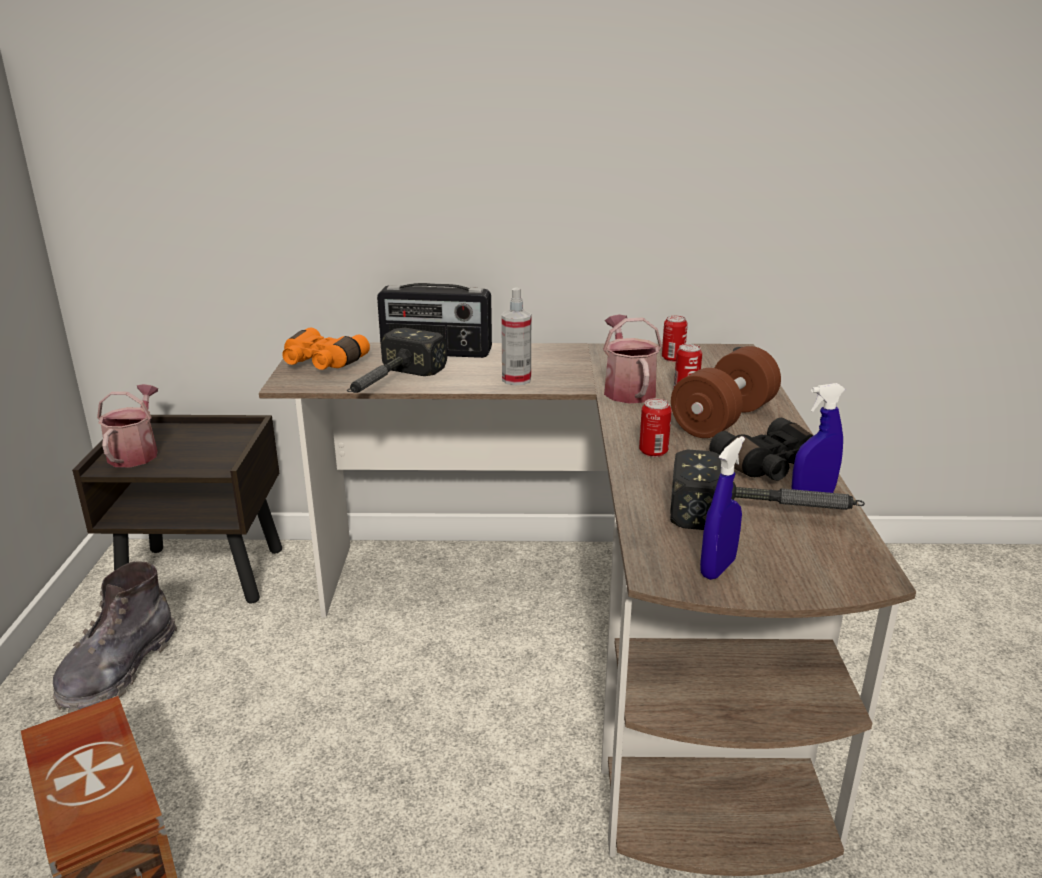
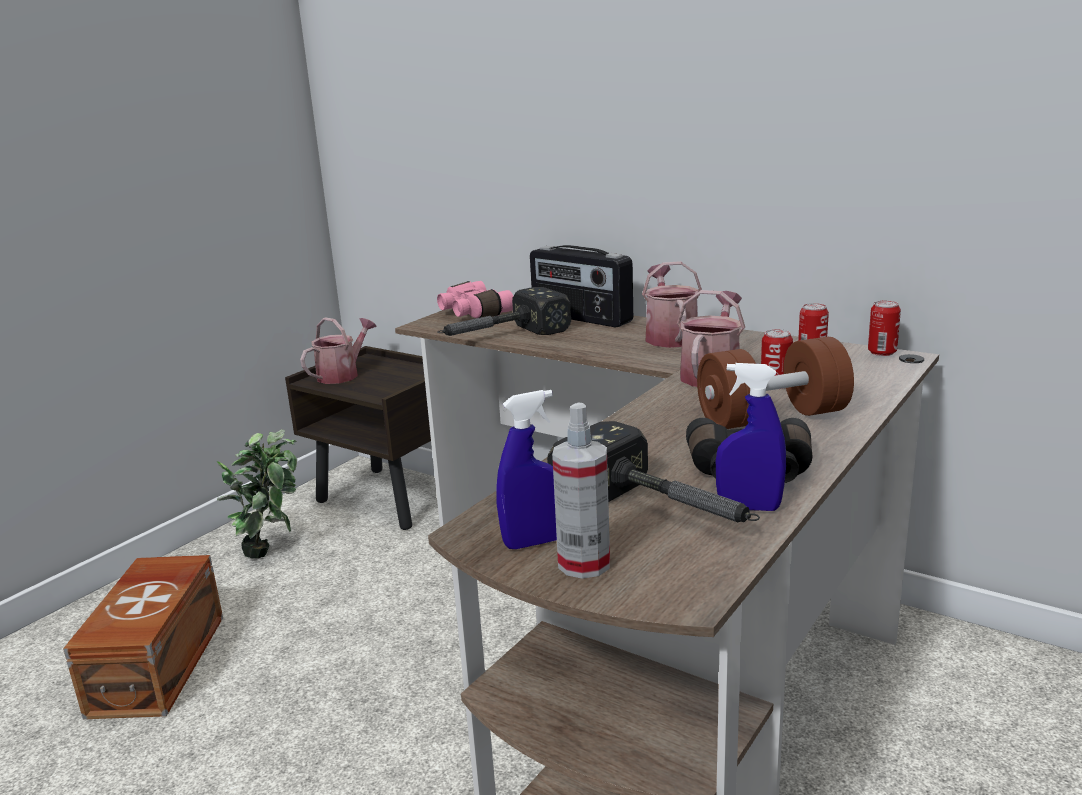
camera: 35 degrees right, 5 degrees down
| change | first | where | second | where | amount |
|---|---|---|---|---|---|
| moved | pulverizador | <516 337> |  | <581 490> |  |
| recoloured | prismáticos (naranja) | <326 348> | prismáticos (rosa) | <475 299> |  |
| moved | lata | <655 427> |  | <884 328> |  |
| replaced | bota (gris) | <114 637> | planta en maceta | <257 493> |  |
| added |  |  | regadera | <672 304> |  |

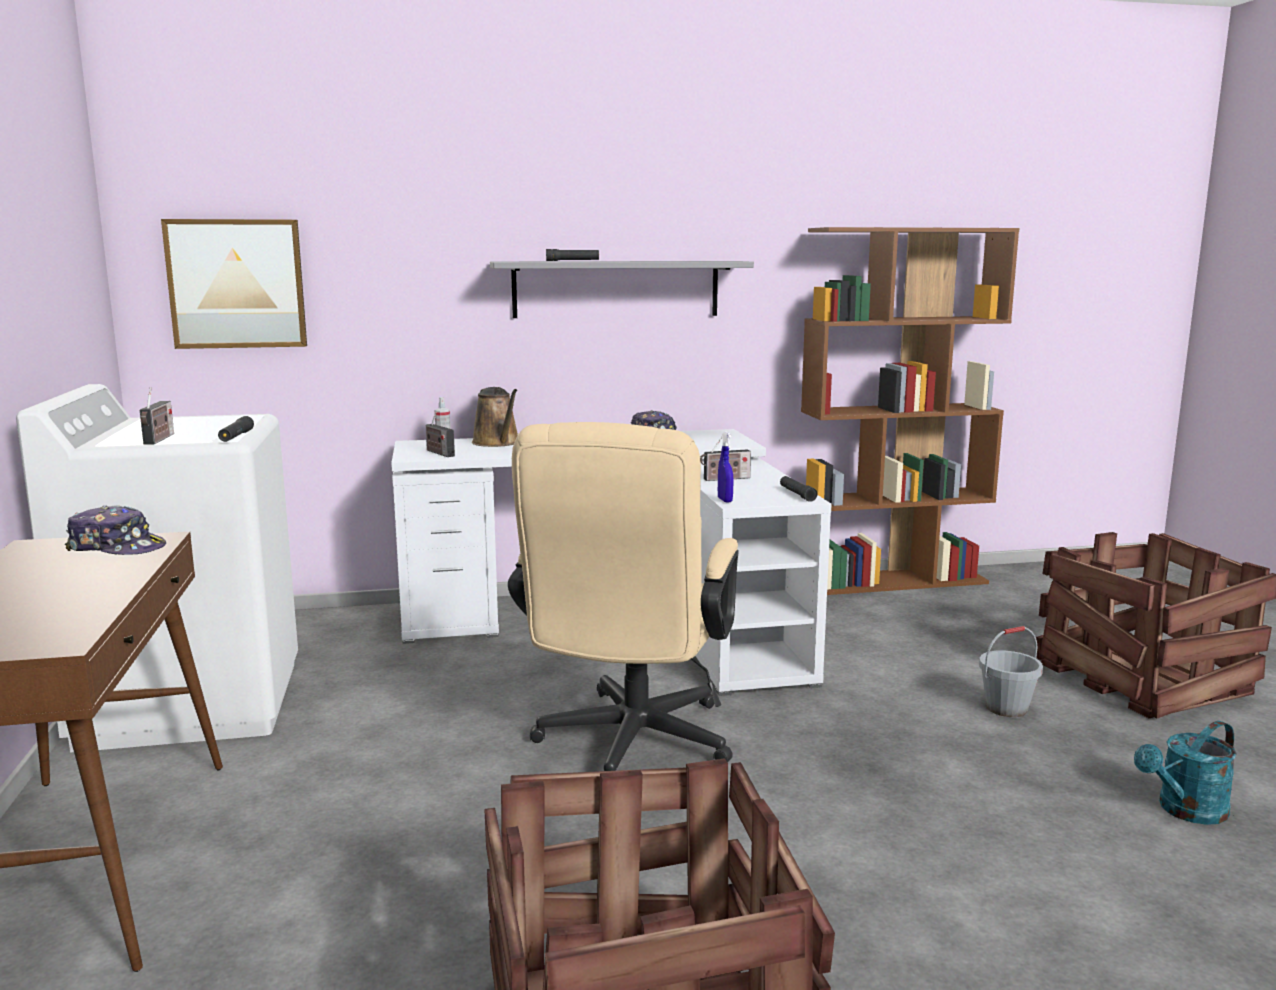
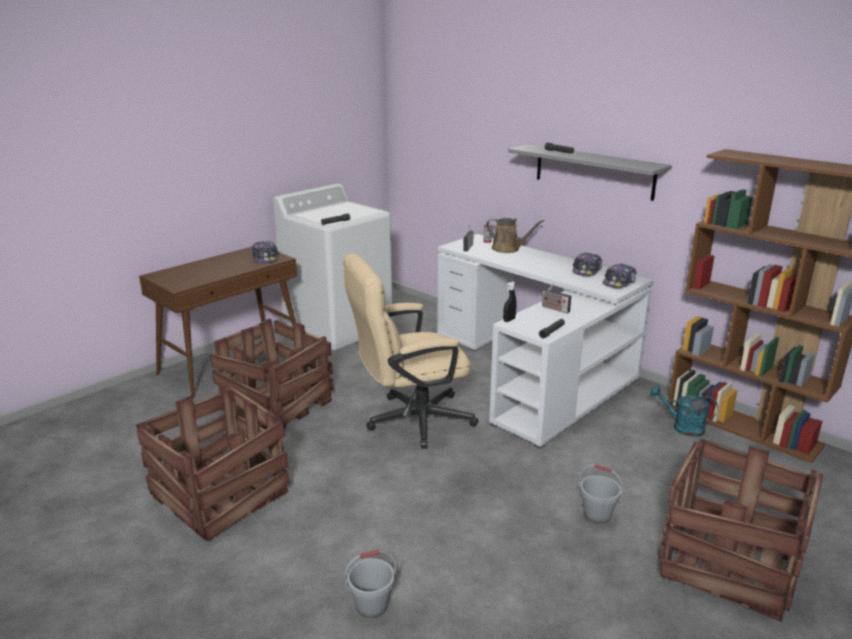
camera: 55 degrees right, 10 degrees up
| change | first | where | second | where | amount |
|---|---|---|---|---|---|
| removed | cuadro | <234 284> |  |  |  |
| removed | radio | <157 416> |  |  |  |
| turned | regadera (marrón) | <495 417> |  | <515 235> | 90 degrees counterclockwise |
| recoloured | pulverizador (azul) | <726 466> | pulverizador (negro) | <510 301> |  |
| moved | regadera (turquesa) | <1185 773> |  | <684 411> |  |
| added |  |  | gorra | <619 275> |  |
| added |  |  | caja de embalaje | <272 374> |  |
| added |  |  | cubo (gris) | <370 584> |  |

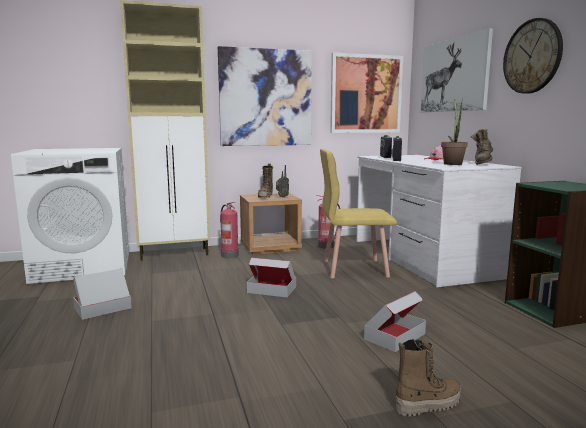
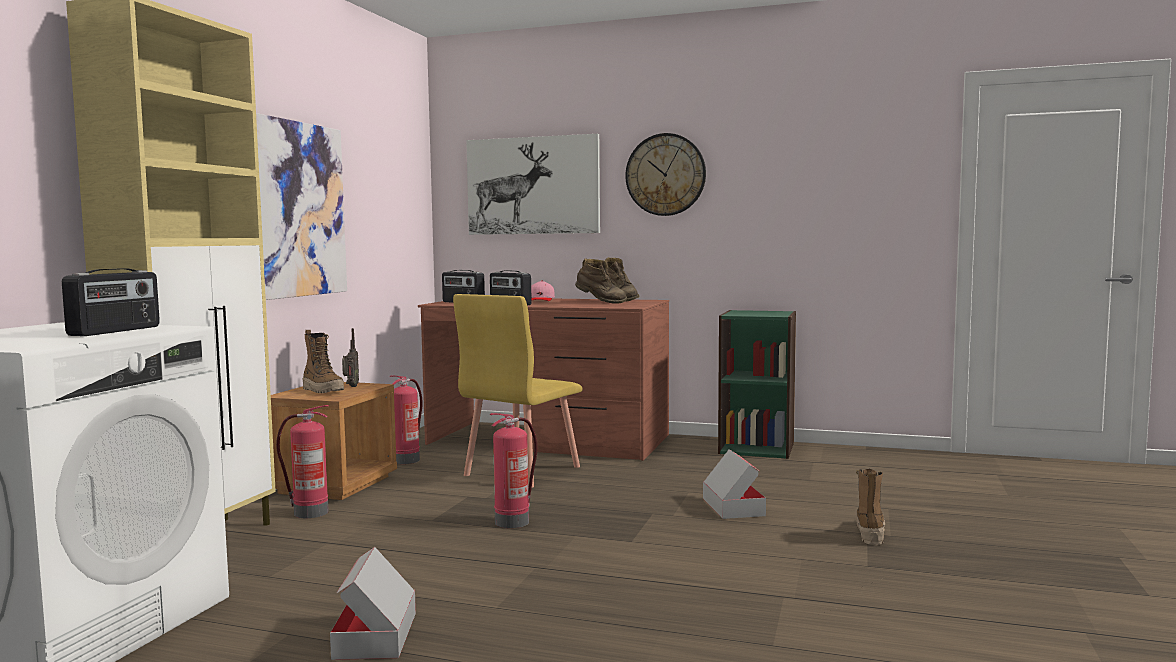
camera: 55 degrees left, 5 degrees down
| change | first | where | second | where | amount |
|---|---|---|---|---|---|
| removed | cuadro | <366 93> |  |  |  |
| replaced | planta en maceta | <454 132> | bota (marrón) | <601 281> |  |
| recoloured | escritorio (blanco) | <439 221> | escritorio (marrón) | <543 380> |  |
| replaced | caja de cartón | <271 278> | extintor | <513 470> |  |
| added |  |  | radio | <111 302> |  |

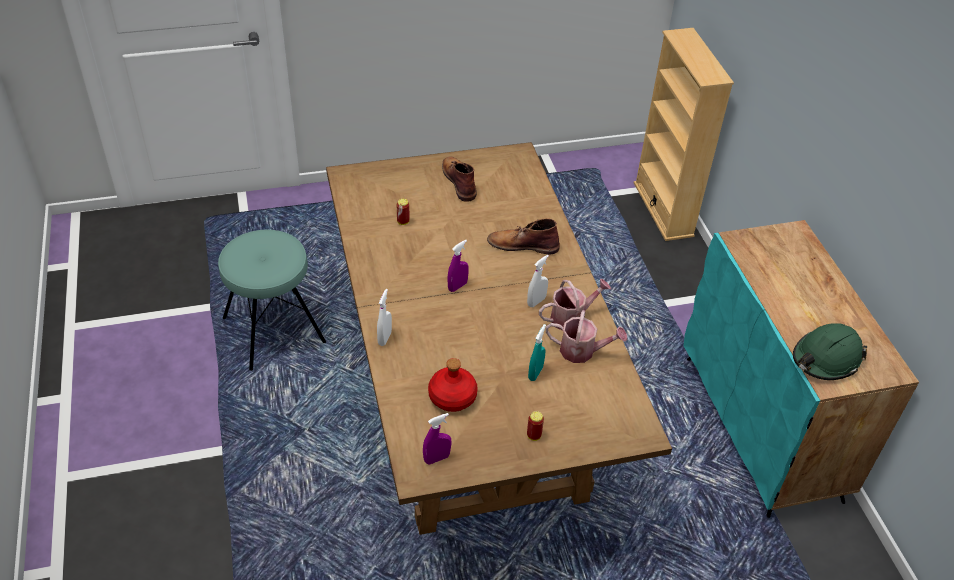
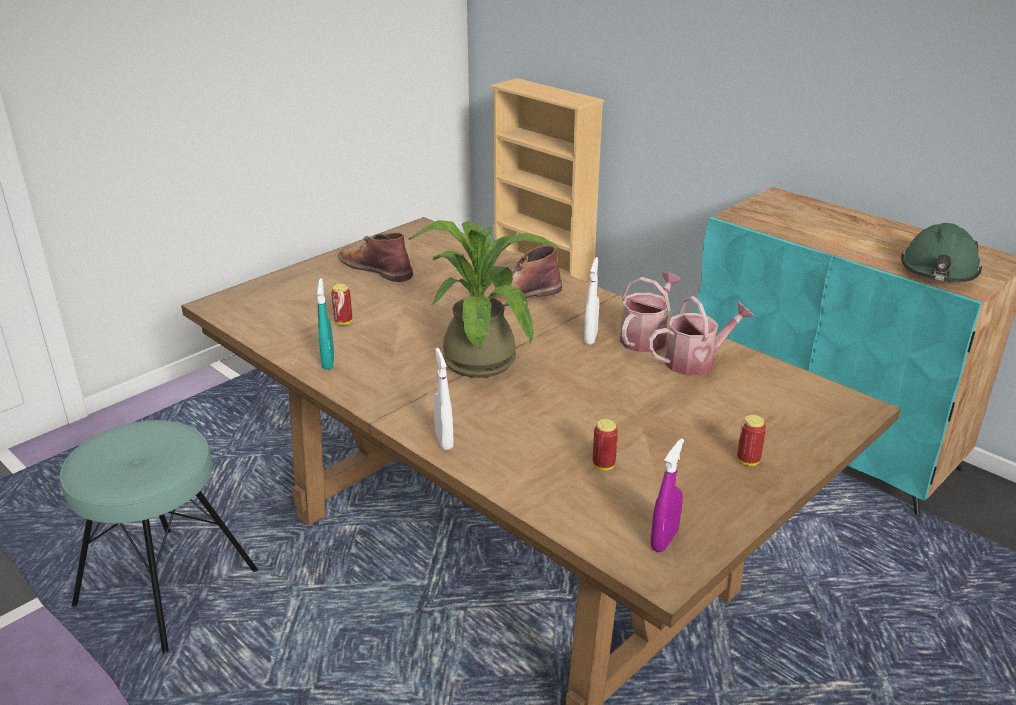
camera: 30 degrees left, 15 degrees down
| change | first | where | second | where | amount |
|---|---|---|---|---|---|
| replaced | pulverizador (morado) | <457 266> | planta en maceta | <484 299> |  |
| moved | pulverizador (turquesa) | <537 352> |  | <325 324> |  |
| replaced | botella (rojo) | <453 385> | lata | <605 445> |  |

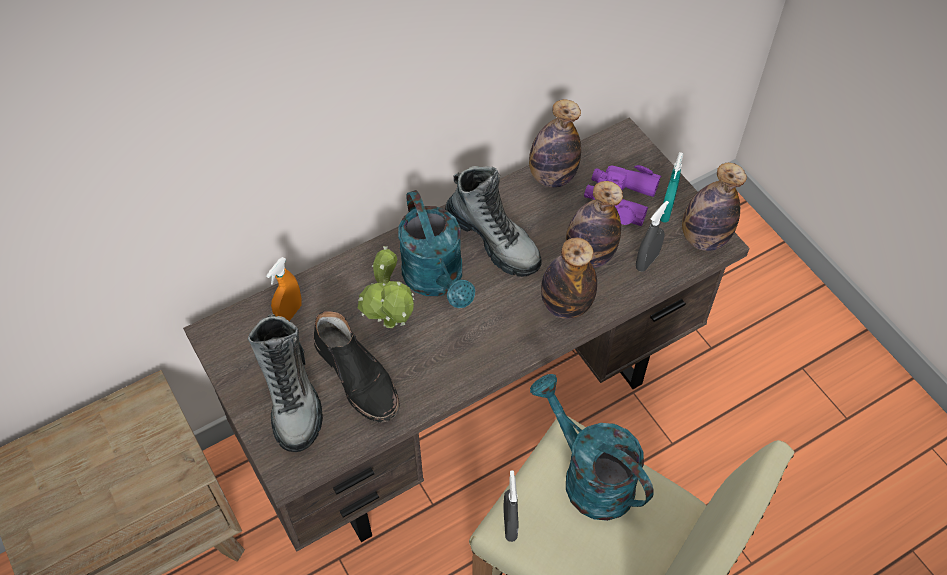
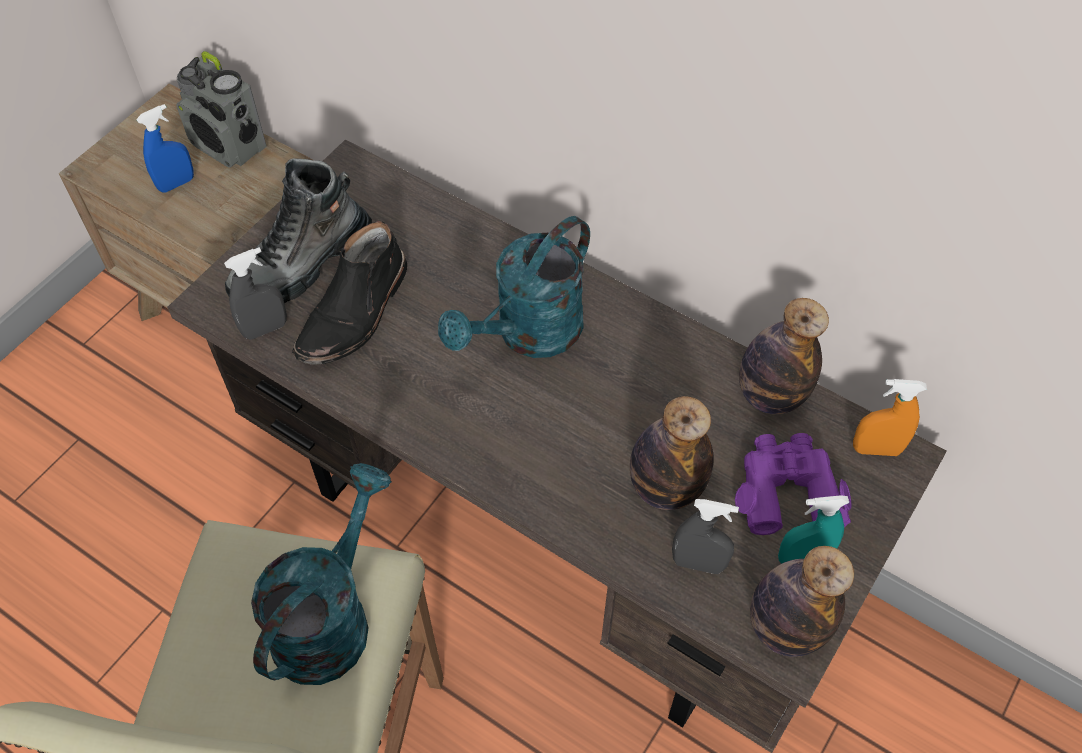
camera: 65 degrees right, 0 degrees up
| change | first | where | second | where | amount |
|---|---|---|---|---|---|
| removed | bota | <493 221> |  |  |  |
| removed | botella | <569 278> |  |  |  |
| removed | planta en maceta | <386 287> |  |  |  |
| moved | pulverizador (naranja) | <284 289> |  | <890 417> |  |
| moved | pulverizador (gris) | <510 506> |  | <255 293> |  |
| added |  |  | radio | <221 109> |  |
| added |  |  | pulverizador (azul) | <165 148> |  |

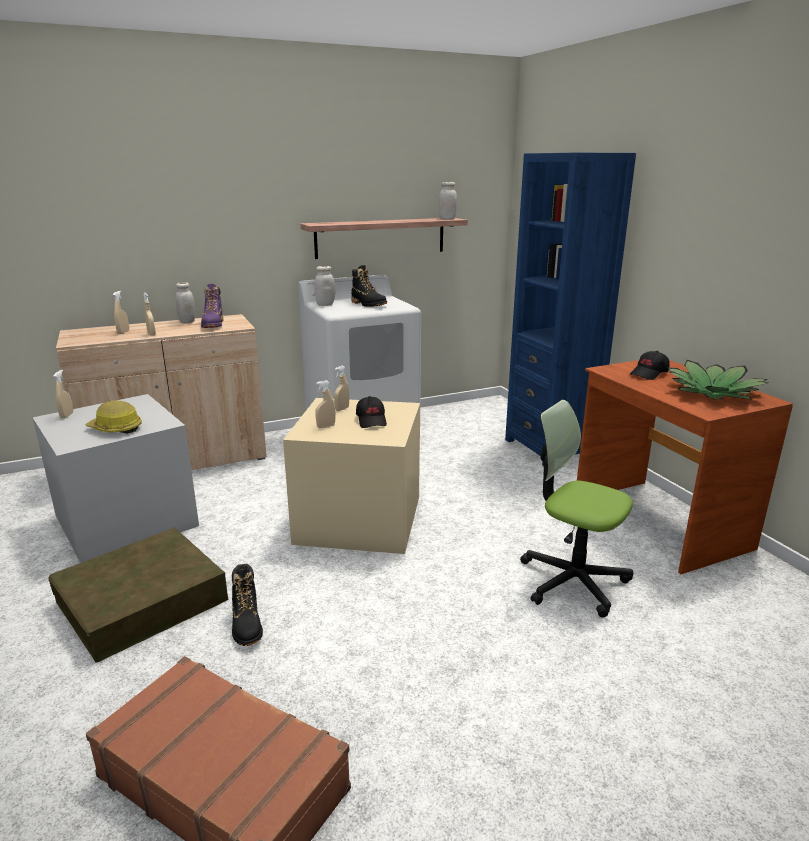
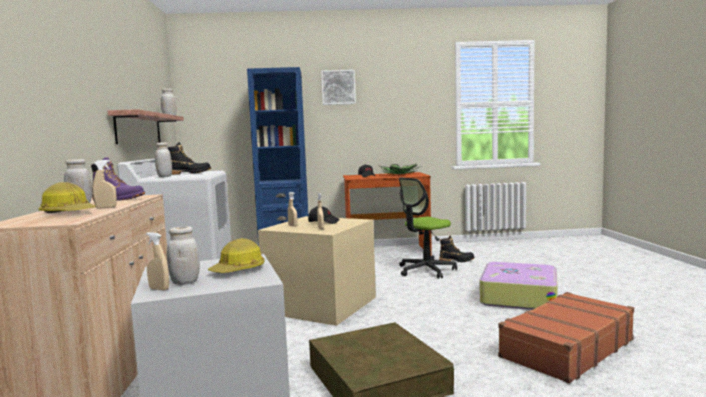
camera: 70 degrees left, 15 degrees down
| change | first | where | second | where | amount |
|---|---|---|---|---|---|
| replaced | pulverizador (beis) | <121 312> | casco | <67 197> |  |
| moved | bota (negro) | <247 605> |  | <457 248> |  |
| added |  |  | cuadro | <338 87> |  |
| added |  |  | tarro (blanco) | <183 255> |  |
| added |  |  | maleta | <519 286> |  |

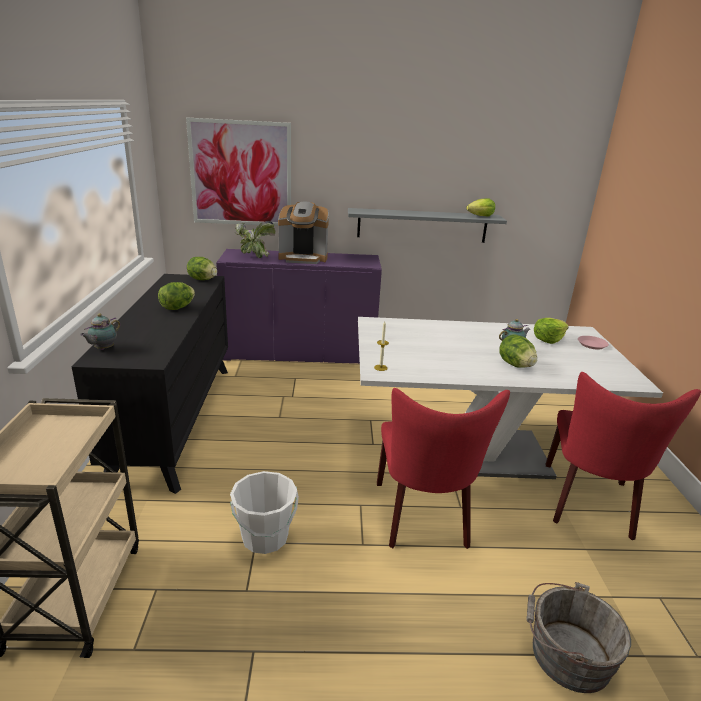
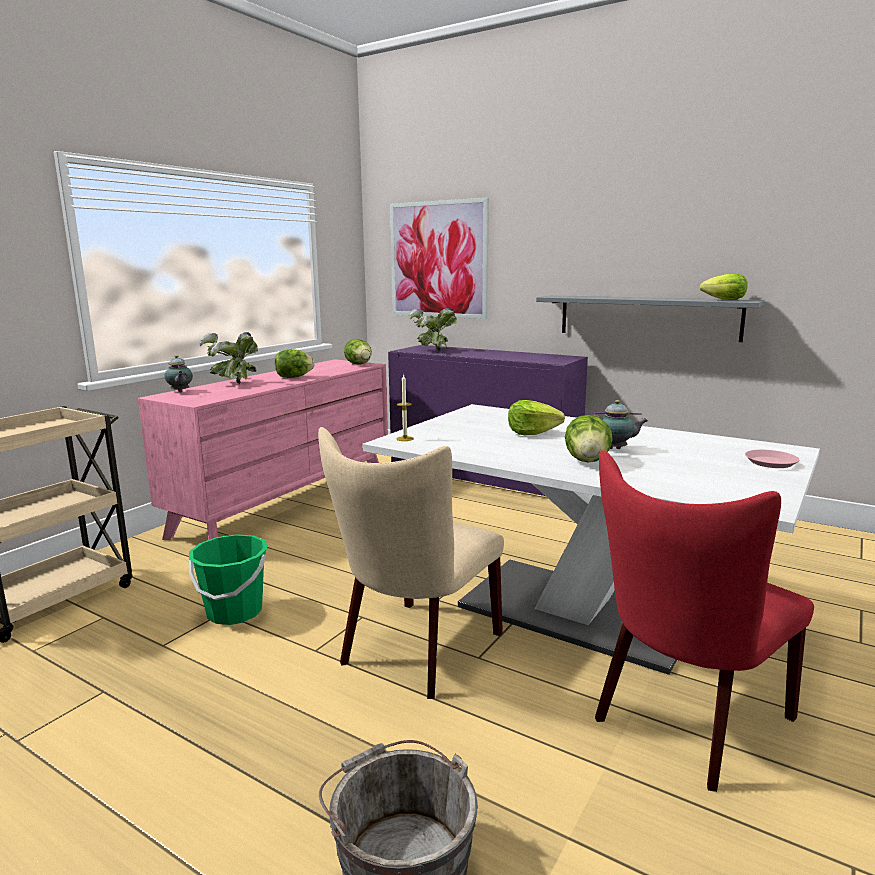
camera: 35 degrees right, 10 degrees down
| change | first | where | second | where | amount |
|---|---|---|---|---|---|
| removed | cafetera | <303 232> |  |  |  |
| recoloured | cómoda (negro) | <150 384> | cómoda (rosa) | <263 449> |  |
| turned | tetera | <100 332> |  | <179 374> | 90 degrees counterclockwise |
| moved | lechuga | <551 331> |  | <536 417> |  |
| recoloured | silla (rojo) | <443 468> | silla (beis) | <411 563> |  |
| recoloured | cubo (blanco) | <264 512> | cubo (verde) | <228 579> |  |
| added |  |  | planta en maceta | <229 358> |  |

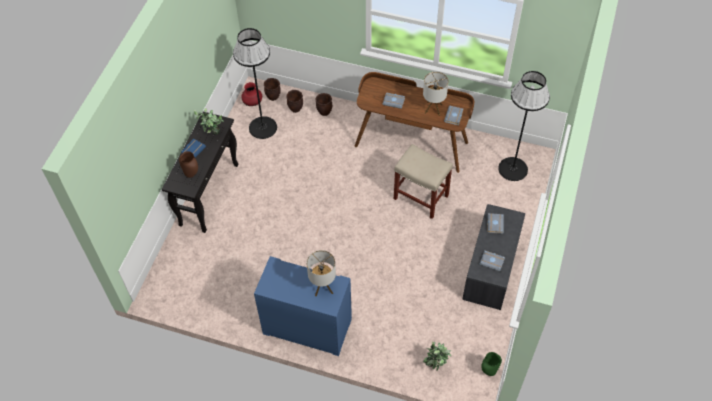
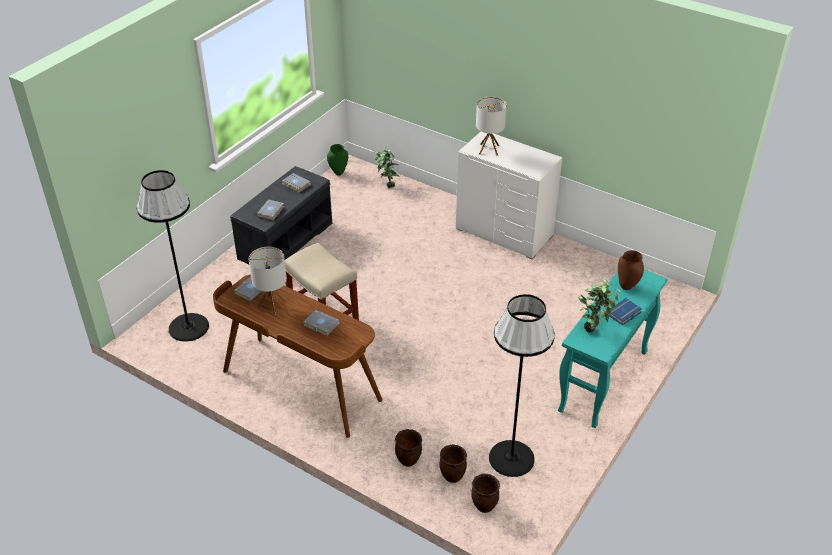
camera: 165 degrees left, 15 degrees down
| change | first | where | second | where | amount |
|---|---|---|---|---|---|
| removed | florero (rojo) | <251 94> |  |  |  |
| recoloured | mesa consola (negro) | <200 172> | mesa consola (turquesa) | <613 349> |  |
| recoloured | cómoda (azul) | <303 306> | cómoda (blanco) | <509 195> |  |

